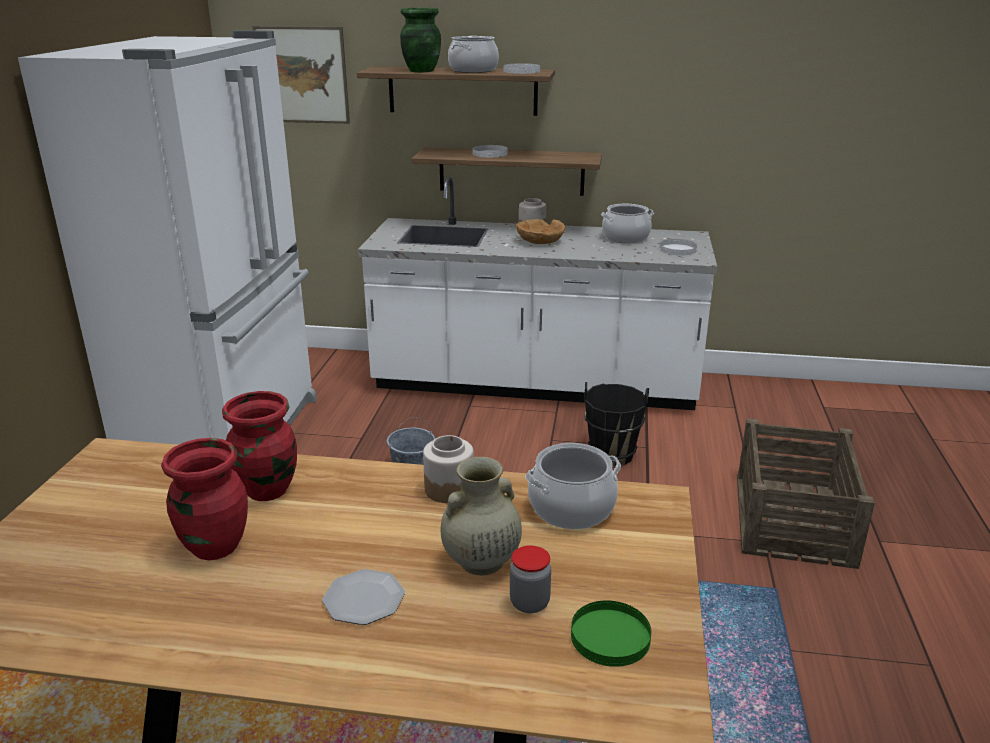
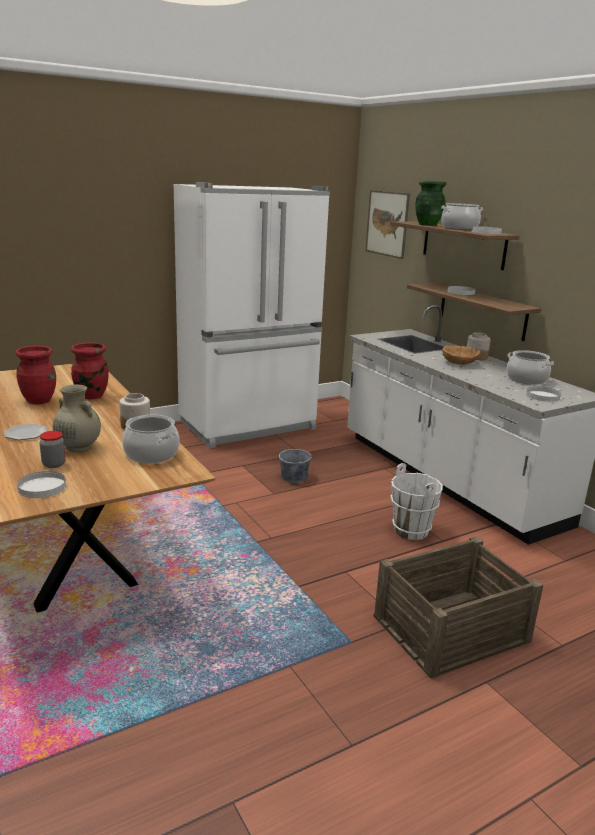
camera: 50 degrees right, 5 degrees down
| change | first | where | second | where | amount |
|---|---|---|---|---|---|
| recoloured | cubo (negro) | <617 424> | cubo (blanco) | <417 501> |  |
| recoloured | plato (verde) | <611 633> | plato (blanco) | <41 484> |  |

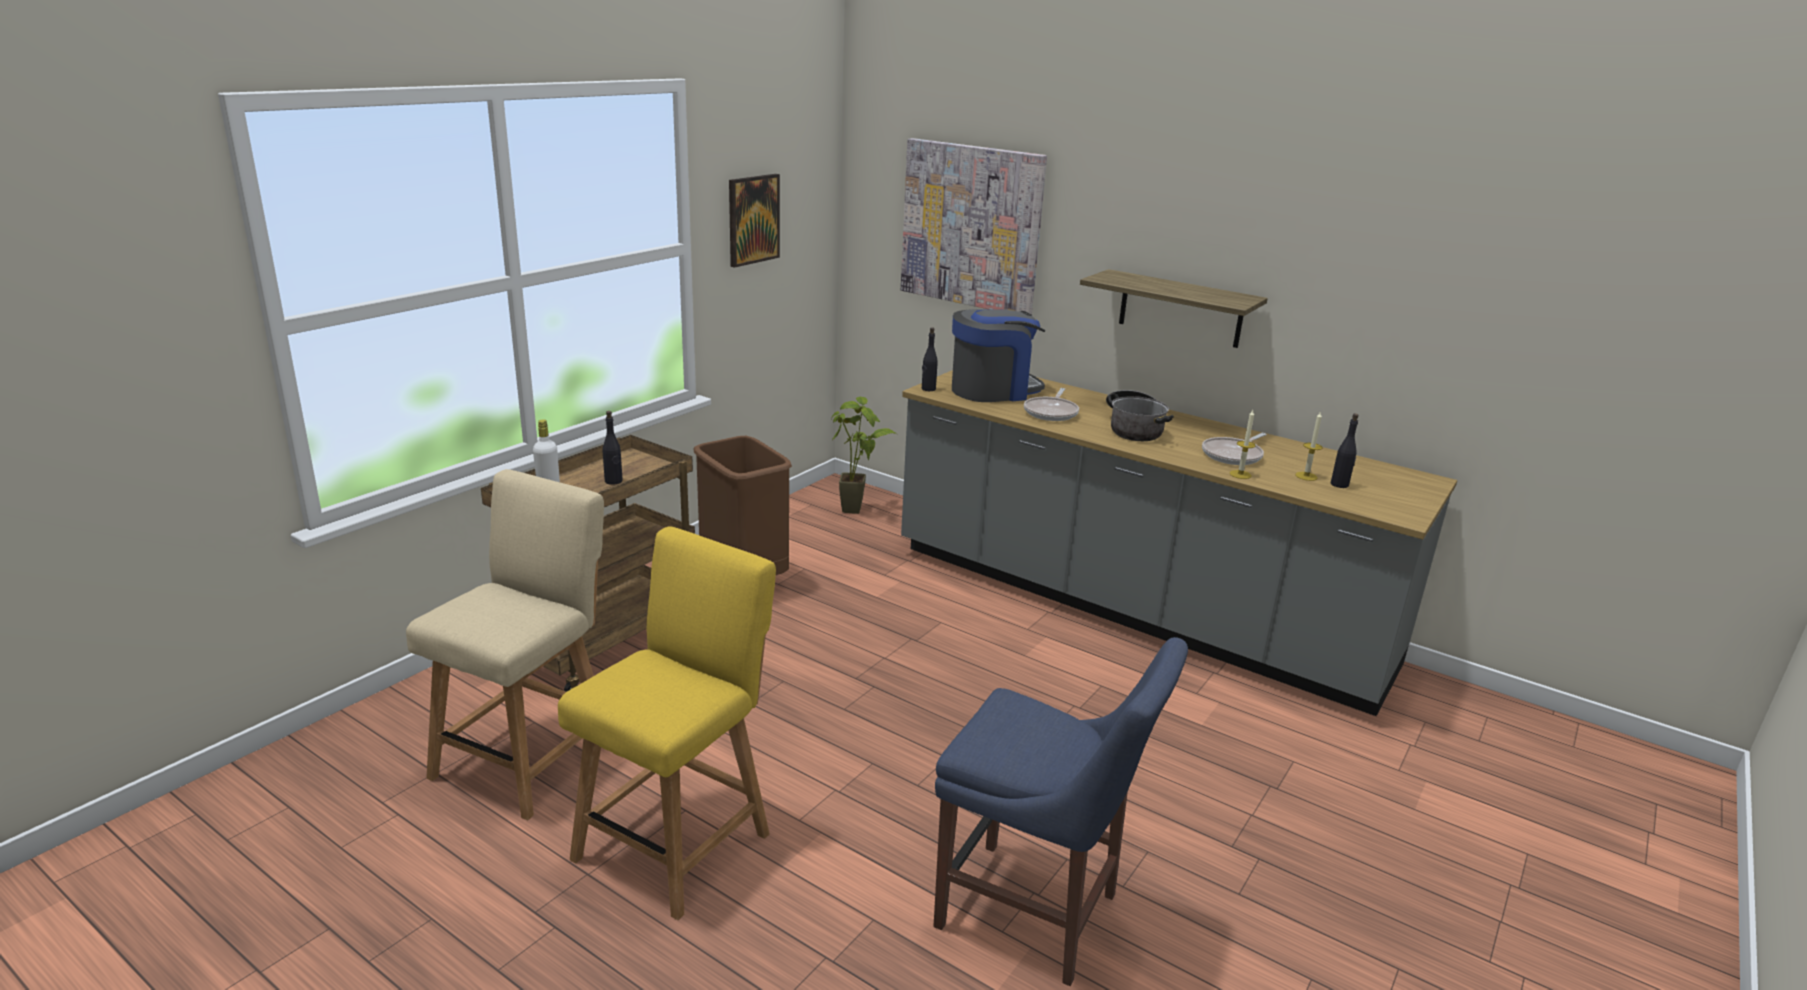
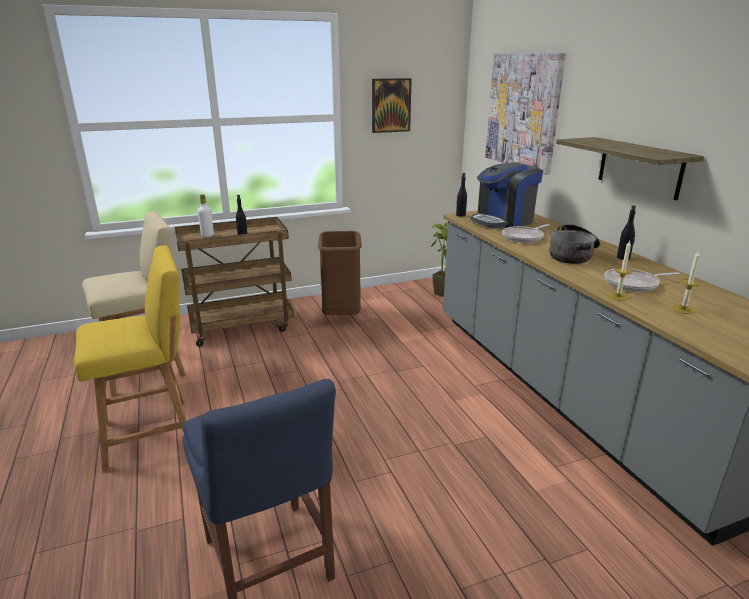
camera: 35 degrees right, 0 degrees up
| change | first | where | second | where | amount |
|---|---|---|---|---|---|
| turned | cafetera | <998 355> |  | <506 195> | 135 degrees clockwise |
| moved | botella (negro) | <1345 450> |  | <626 232> |  |

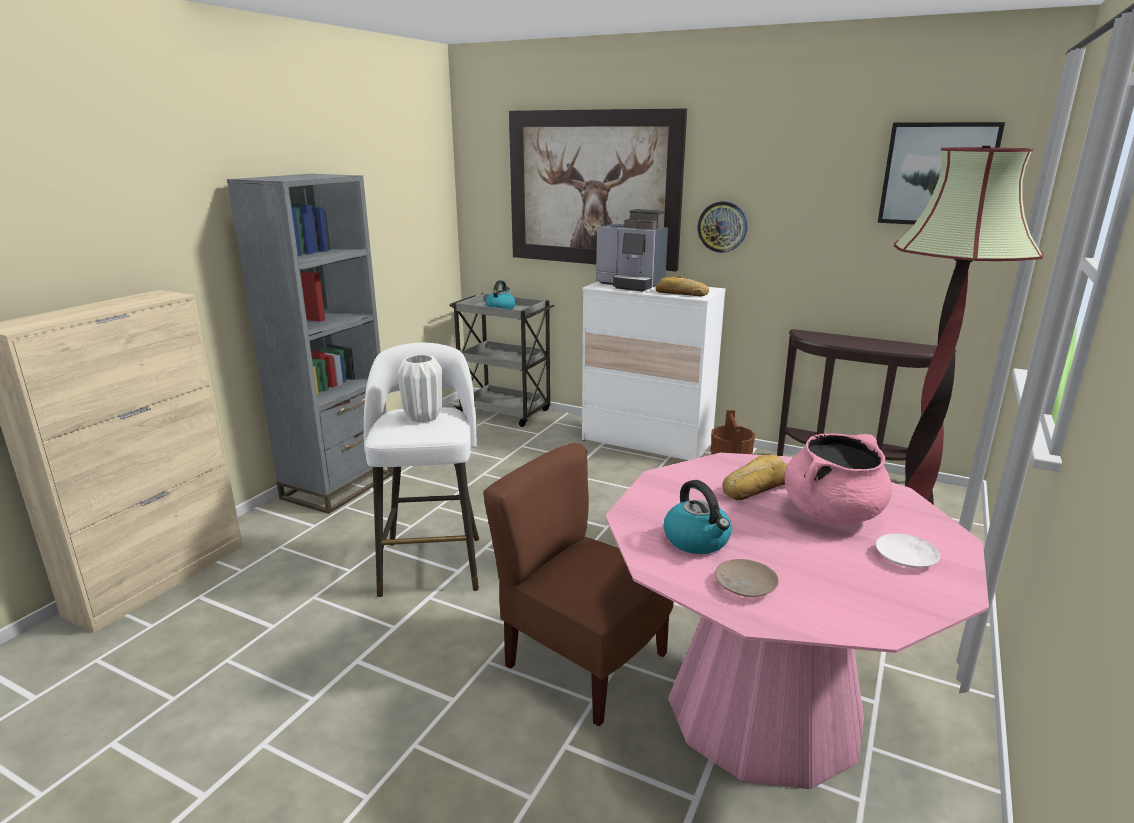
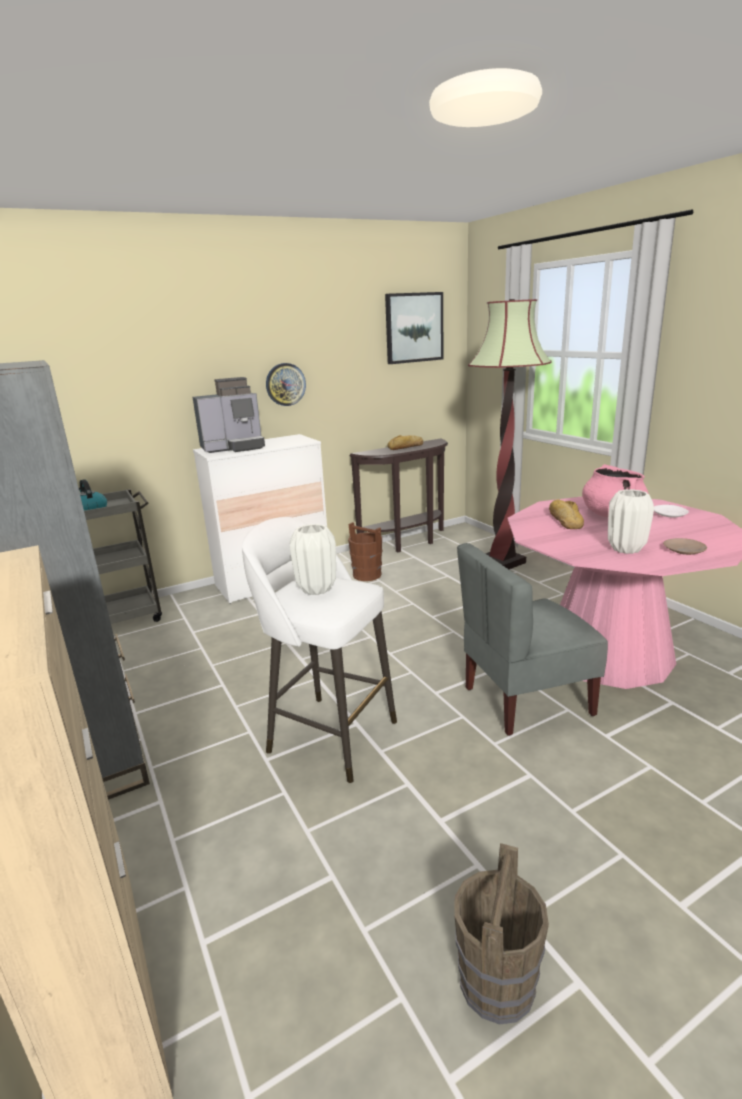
camera: 55 degrees left, 0 degrees up
| change | first | where | second | where | amount |
|---|---|---|---|---|---|
| removed | cuadro | <598 189> |  |  |  |
| moved | pan | <682 286> |  | <405 442> |  |
| recoloured | silla (marrón) | <578 585> | silla (gris) | <532 639> |  |
| replaced | hervidor | <698 517> | florero (blanco) | <631 521> |  |
| added |  |  | cubo (marrón) | <501 933> |  |

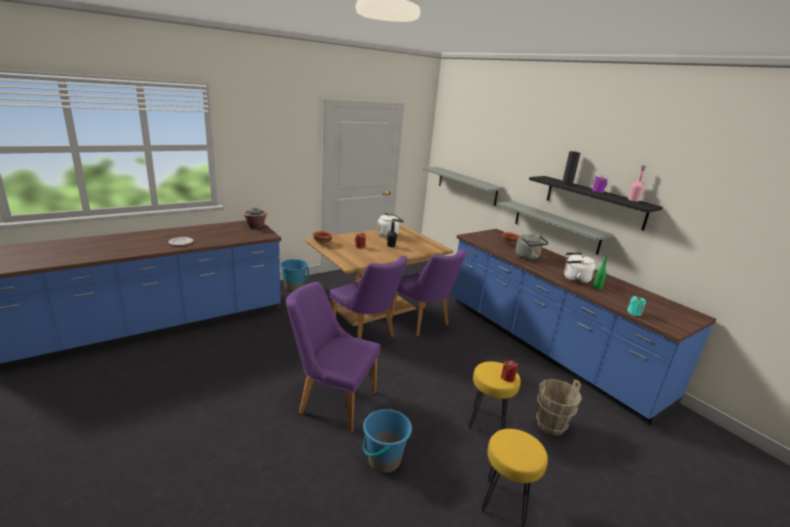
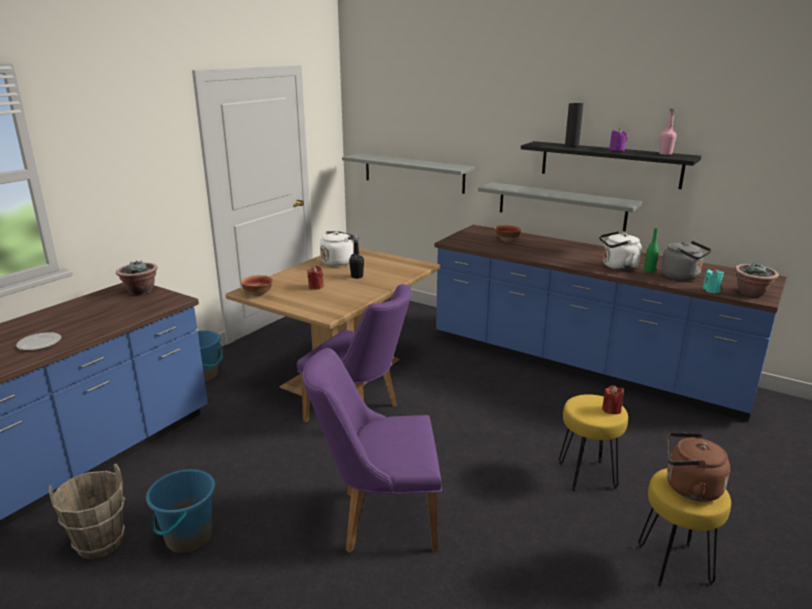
camera: 20 degrees left, 0 degrees up
| change | first | where | second | where | amount |
|---|---|---|---|---|---|
| moved | hervidor (gris) | <532 247> |  | <686 261> |  |
| removed | silla (morado) | <428 292> |  |  |  |
| moved | cubo (marrón) | <559 407> |  | <87 511> |  |
| moved | cubo (azul) | <387 440> |  | <181 511> |  |
| added |  |  | planta en maceta | <757 280> |  |
| added |  |  | hervidor (marrón) | <698 467> |  |

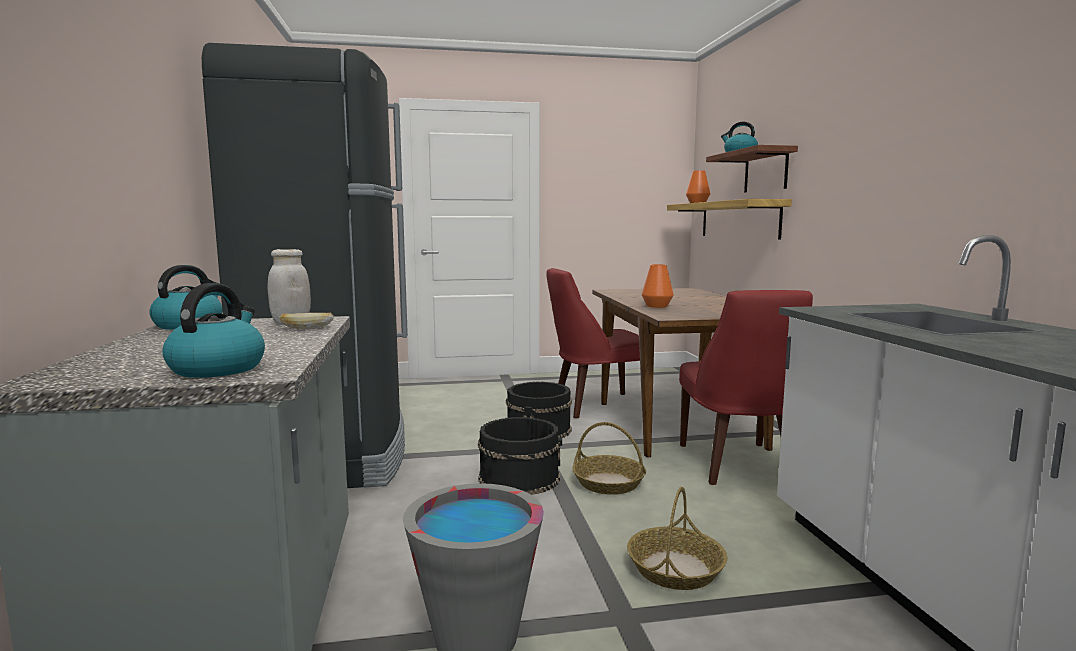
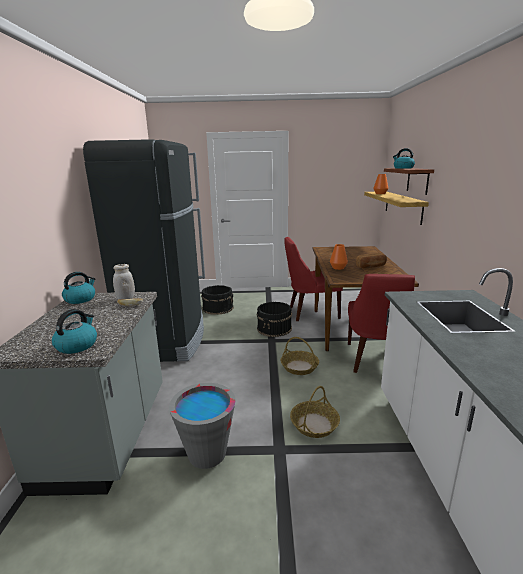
camera: 10 degrees right, 10 degrees up
| change | first | where | second | where | amount |
|---|---|---|---|---|---|
| moved | cubo (negro) | <520 456> |  | <217 300> |  |
| added |  |  | pan | <371 261> |  |

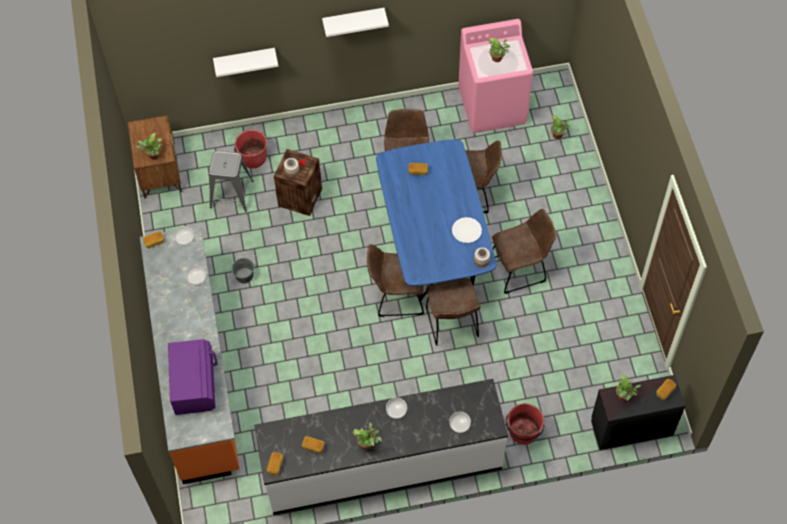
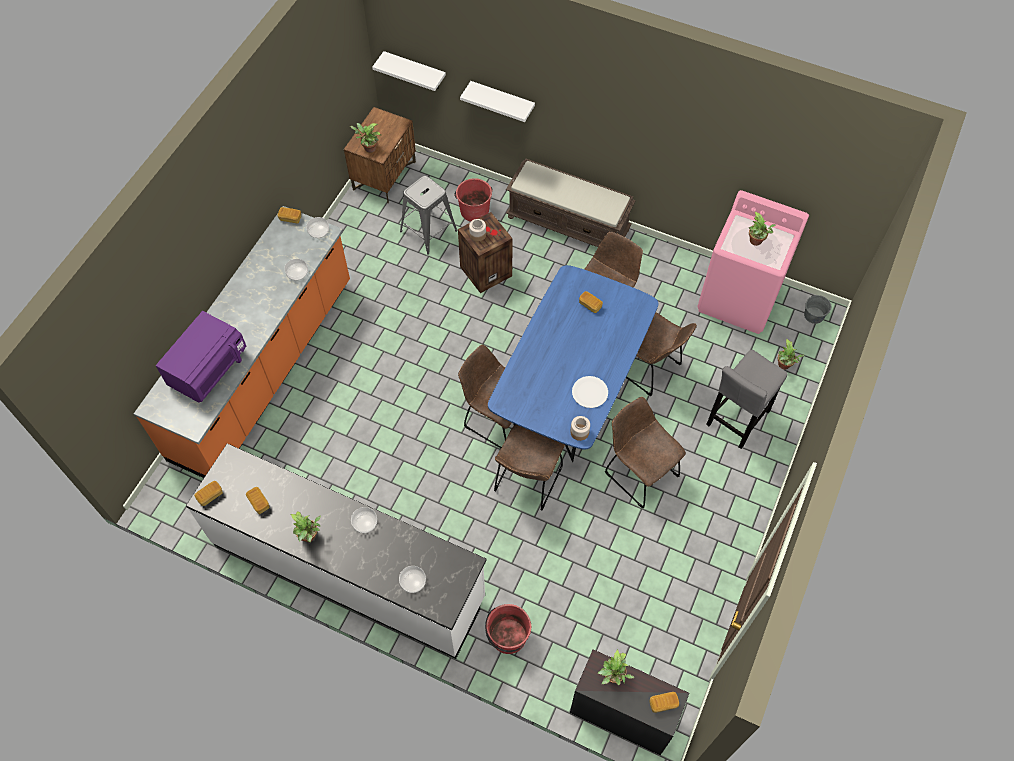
camera: 35 degrees right, 0 degrees up
| change | first | where | second | where | amount |
|---|---|---|---|---|---|
| moved | estante (blanco) | <355 22> |  | <409 71> |  |
| turned | silla (marrón) | <524 251> |  | <645 452> | 150 degrees counterclockwise |
| moved | cubo (gris) | <243 270> |  | <817 309> |  |
| added |  |  | banco (marrón) | <571 203> |  |
| added |  |  | taburete (gris) | <747 399> |  |

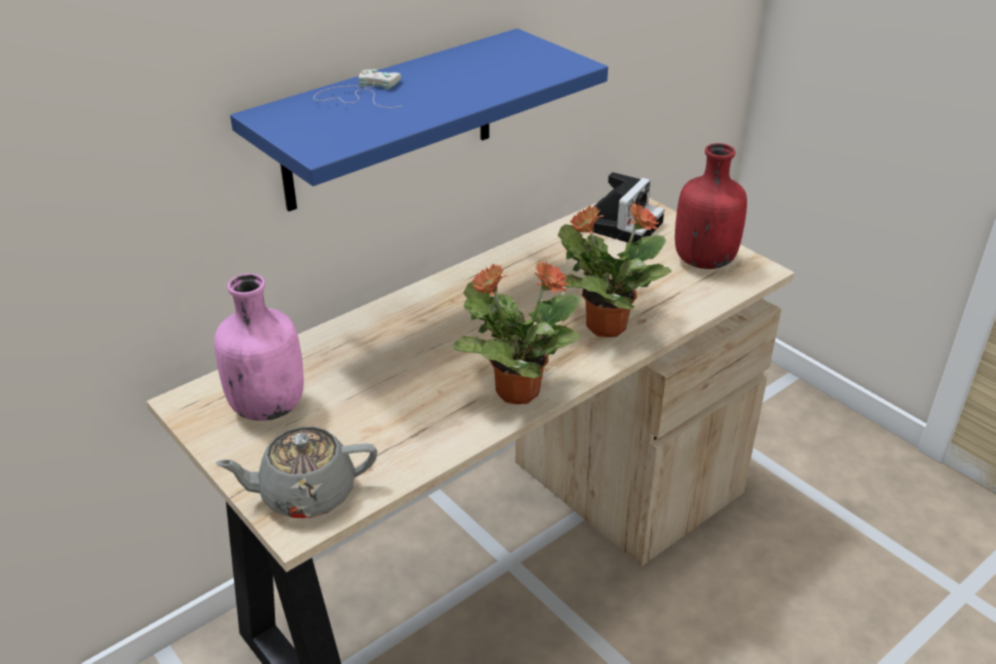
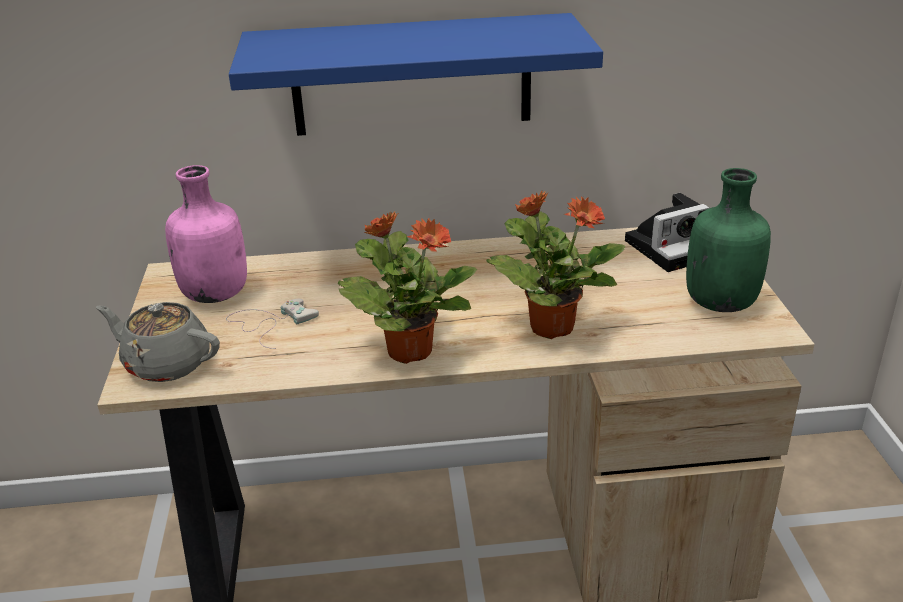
camera: 35 degrees right, 5 degrees down
| change | first | where | second | where | amount |
|---|---|---|---|---|---|
| moved | mando de consola (blanco) | <358 88> |  | <272 324> |  |
| recoloured | botella (rojo) | <711 206> | botella (verde) | <728 240> |  |

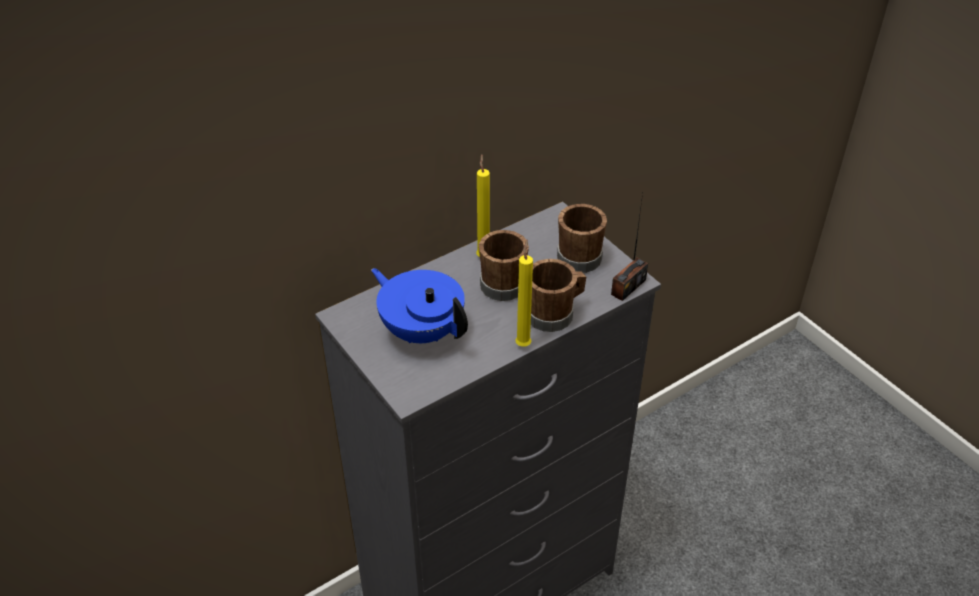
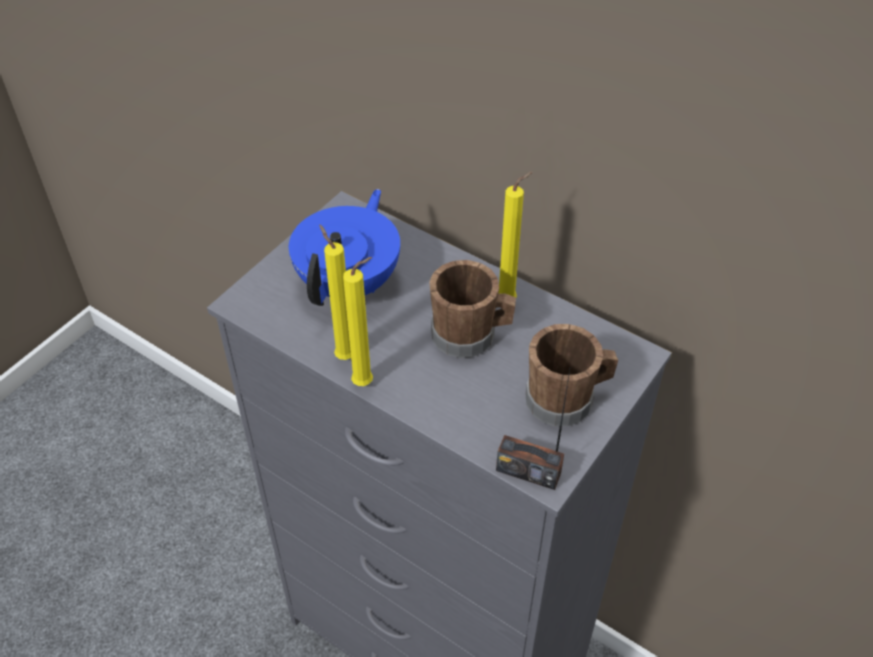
camera: 70 degrees right, 5 degrees up
| change | first | where | second | where | amount |
|---|---|---|---|---|---|
| removed | taza grande (marrón) | <558 295> |  |  |  |
| added |  |  | vela (amarillo) | <335 292> |  |

